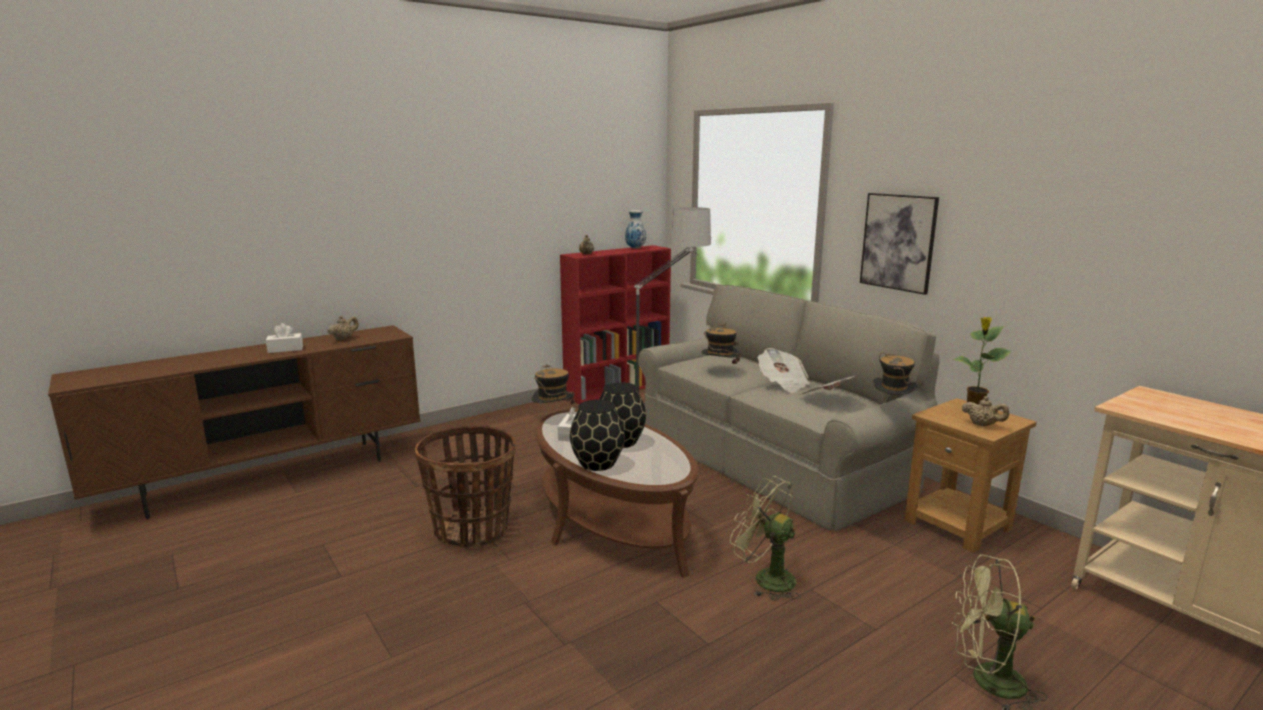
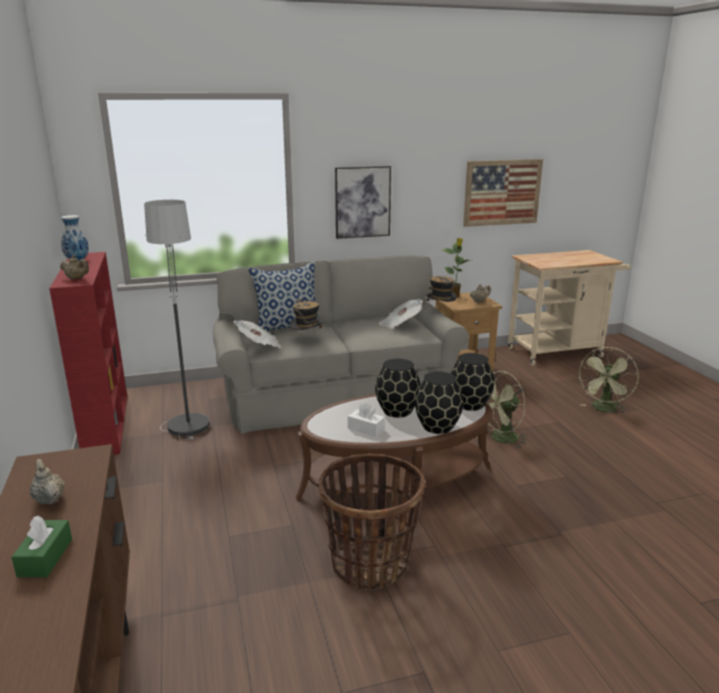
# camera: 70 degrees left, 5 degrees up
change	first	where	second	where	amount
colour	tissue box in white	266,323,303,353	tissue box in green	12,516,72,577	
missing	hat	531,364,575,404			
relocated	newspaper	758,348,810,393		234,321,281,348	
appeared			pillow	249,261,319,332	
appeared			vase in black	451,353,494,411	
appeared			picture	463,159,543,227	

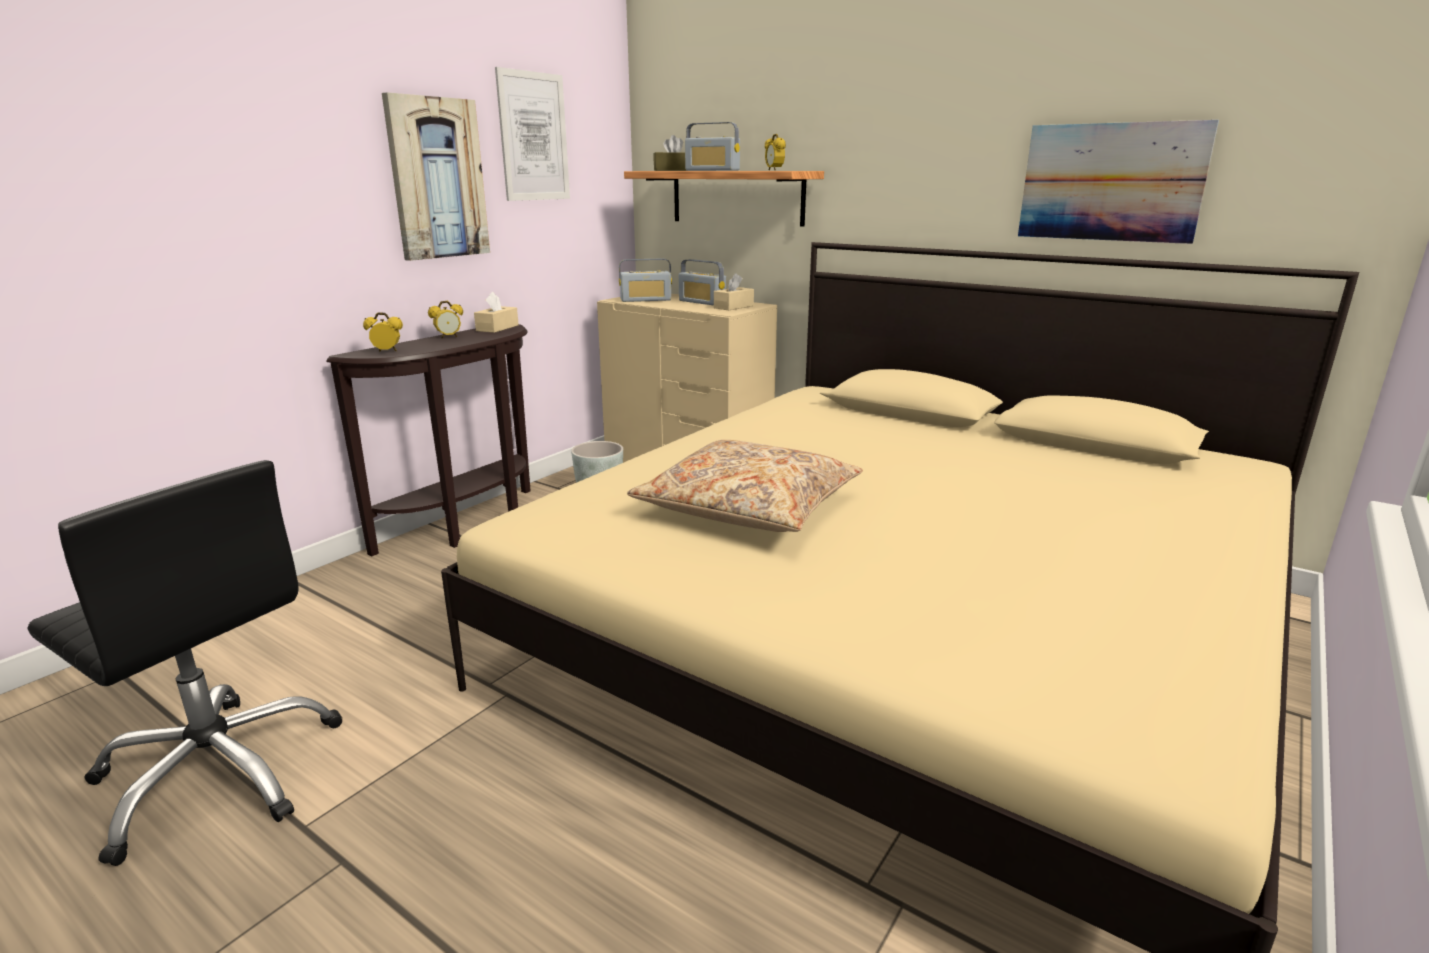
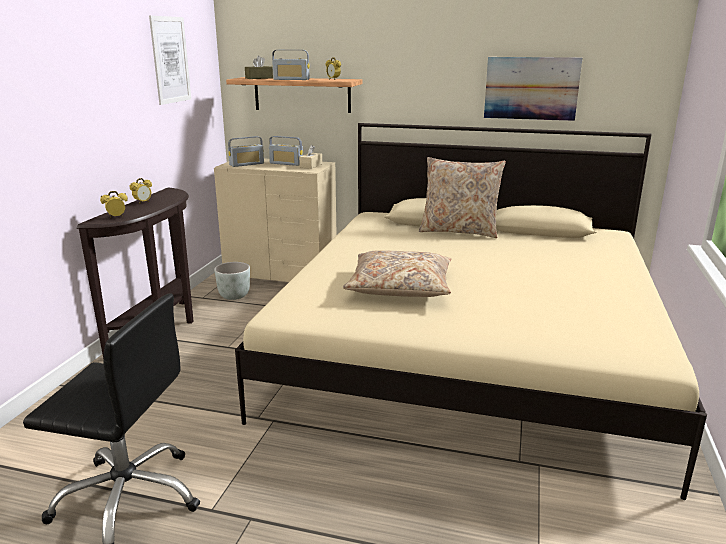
# camera: 20 degrees left, 0 degrees up
change	first	where	second	where	amount
missing	picture	382,92,490,261			
missing	tissue box in beige	474,292,519,333			
appeared			pillow in beige	419,157,506,238	

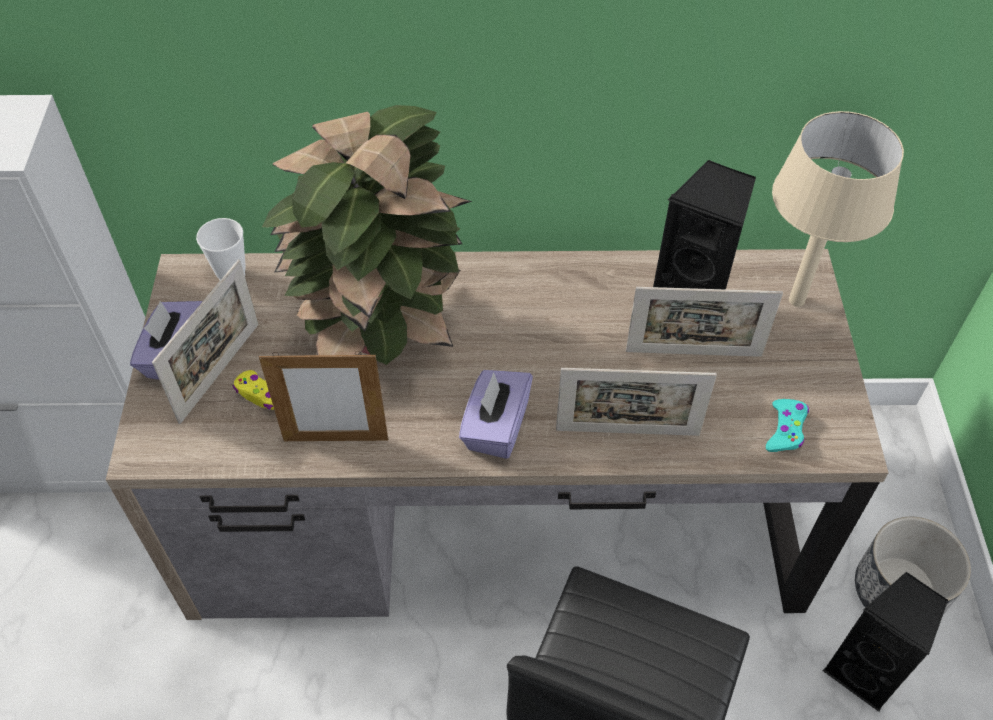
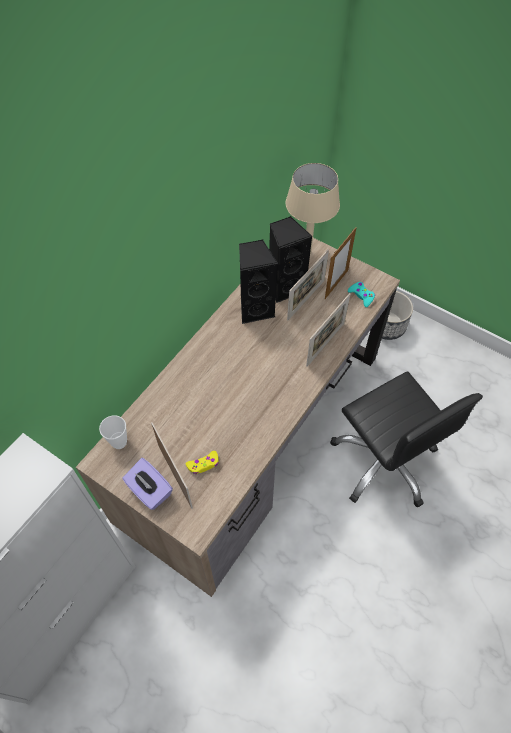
# camera: 55 degrees left, 5 degrees up
change	first	where	second	where	amount
relocated	picture frame	259,351,388,441		325,227,357,299	
missing	potted plant	262,105,472,365			
missing	tissue box in purple	459,370,533,459			
relocated	speaker in black	822,572,948,712		239,240,278,324	

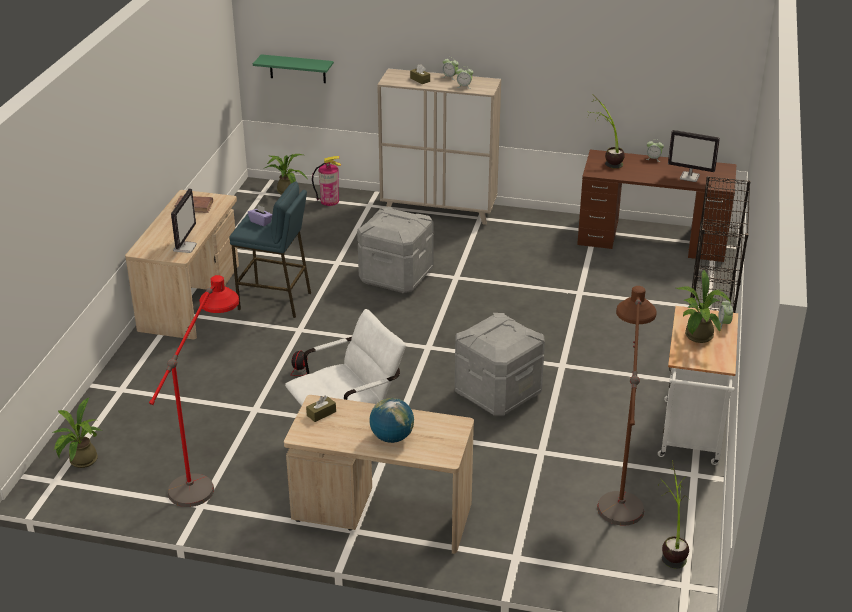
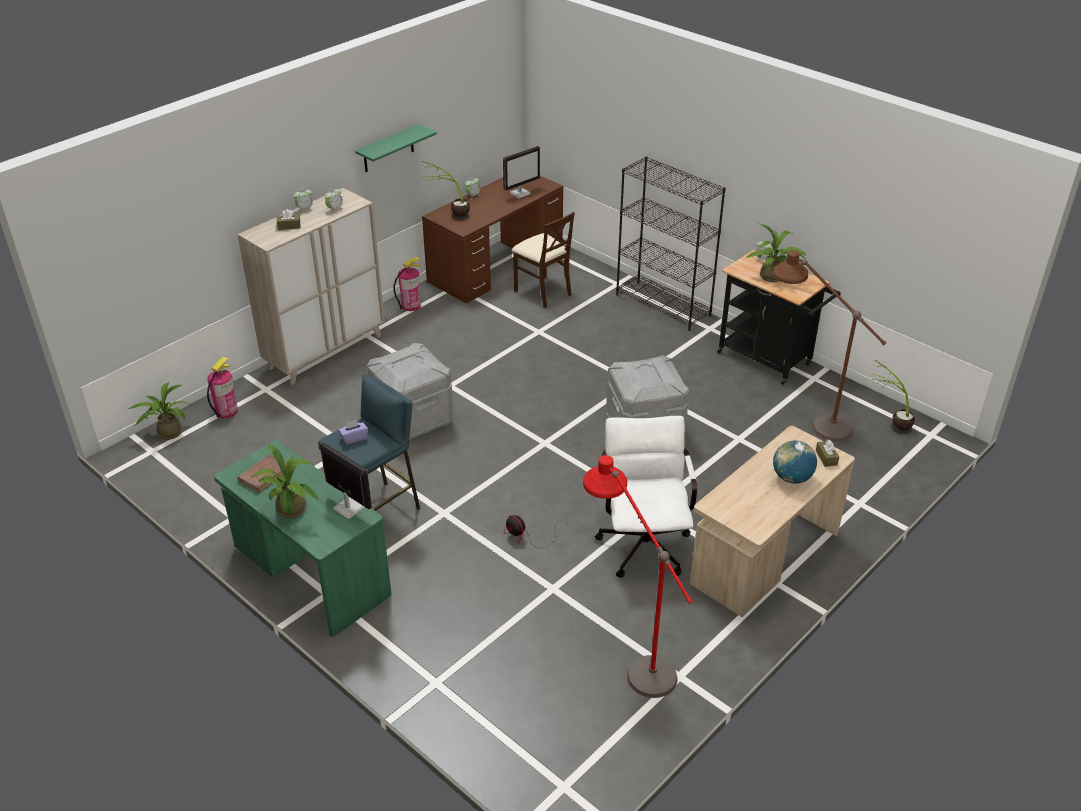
# camera: 60 degrees left, 5 degrees up
change	first	where	second	where	amount
relocated	potted plant	53,397,102,468		251,444,318,518	
colour	desk in beige	125,190,239,339	desk in green	214,440,392,637	
relocated	shelf in green	253,54,334,83		355,124,437,172	
relocated	tissue box in brown	306,395,336,422		816,439,839,467	
colour	cart in white	658,306,738,465	cart in black	717,250,841,385	
appeared			fire extinguisher	393,257,421,311	
appeared			chair in beige	512,212,575,308	

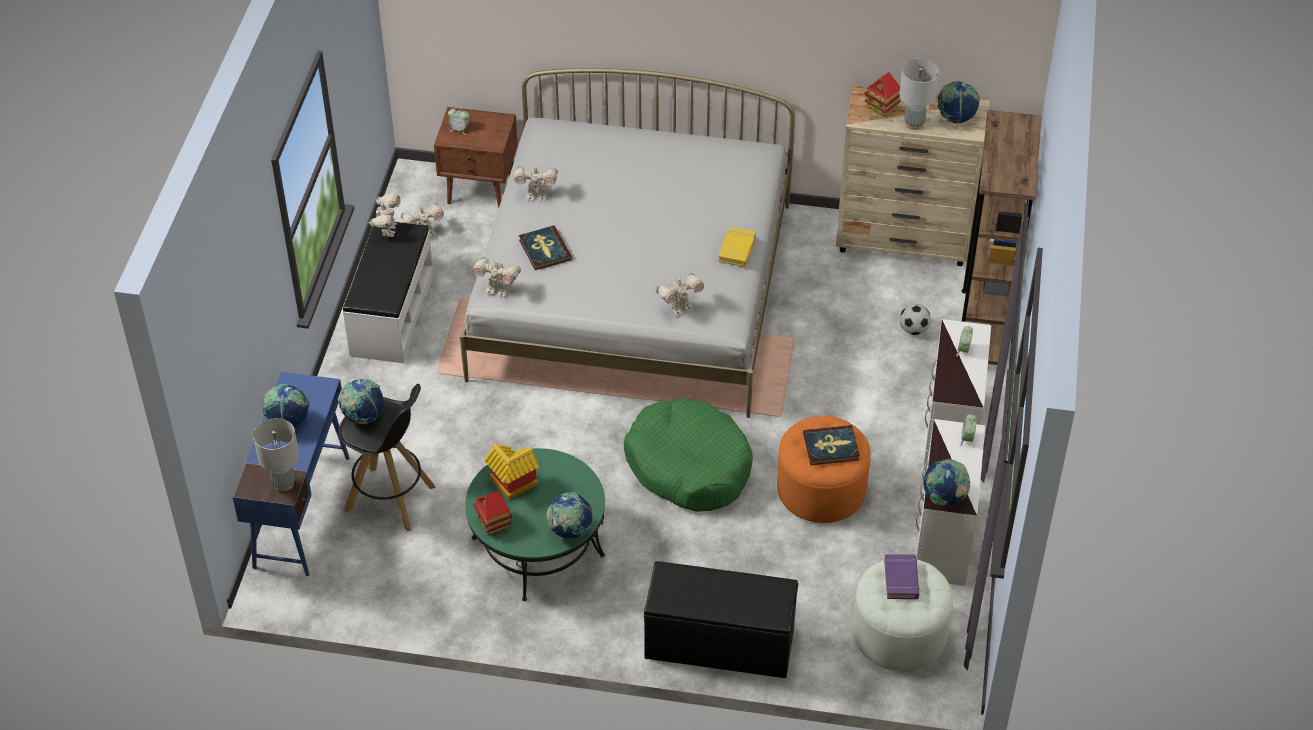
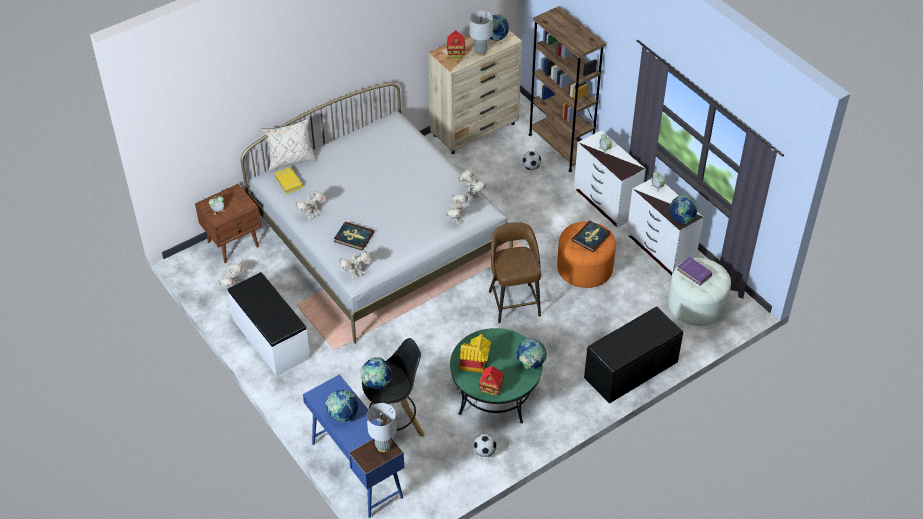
# camera: 45 degrees left, 0 degrees up
change	first	where	second	where	amount
relocated	toy robot	369,194,401,237		458,169,486,198	
exchanged	dog bed in green	624,398,753,512	stool in brown	489,222,541,323	
relocated	book in yellow	718,227,756,267		274,167,303,194	
appeared			pillow in beige	262,118,317,171	
appeared			football	473,434,497,457	

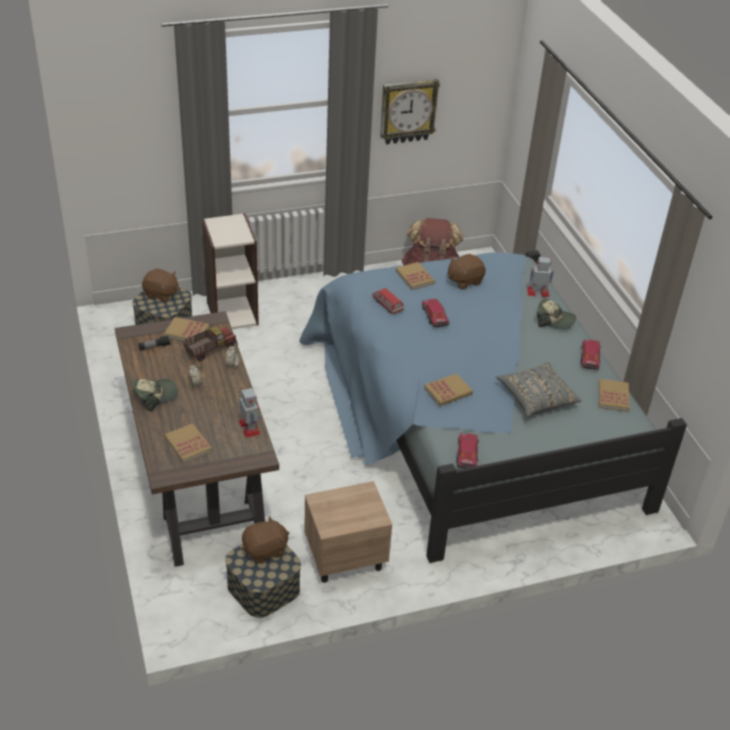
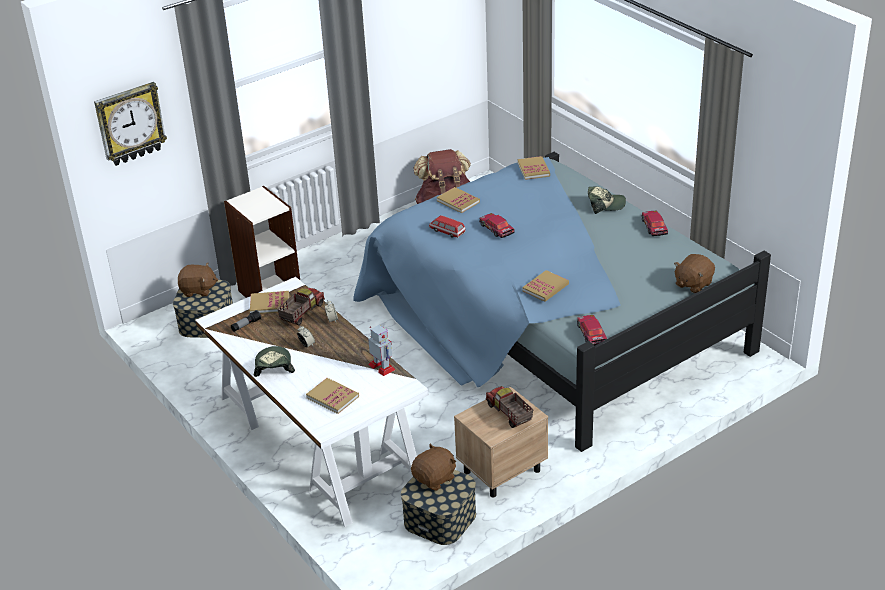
# camera: 15 degrees left, 5 degrees down
change	first	where	second	where	amount
colour	desk in brown	115,311,279,567	desk in white	195,277,429,527	
spun	cap	130,379,178,412		254,346,295,377	45 degrees counterclockwise
relocated	wall clock	380,79,440,144		94,82,167,166	
relocated	plush toy in brown	448,254,486,290		674,254,715,294	
missing	pillow in grey	496,362,581,417			
missing	toy robot	527,257,554,297			
relocated	book	599,379,630,412		517,156,550,180	
appeared			toy truck	486,386,533,428	

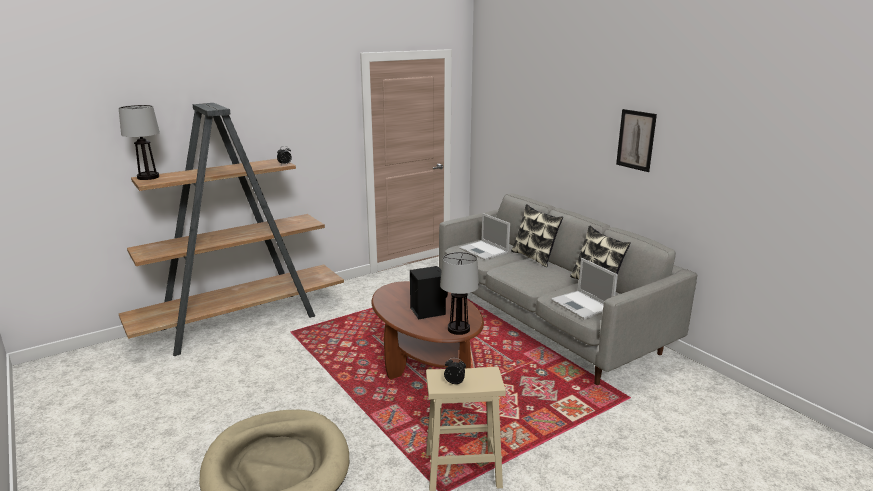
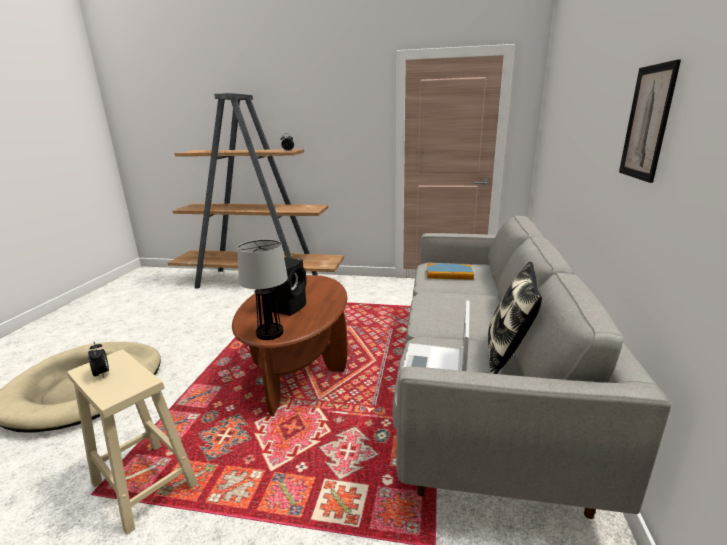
# camera: 45 degrees right, 0 degrees up
change	first	where	second	where	amount
missing	table lamp	119,105,160,180			
exchanged	laptop	459,213,510,260	book	427,264,474,280	
missing	pillow	511,204,563,267			

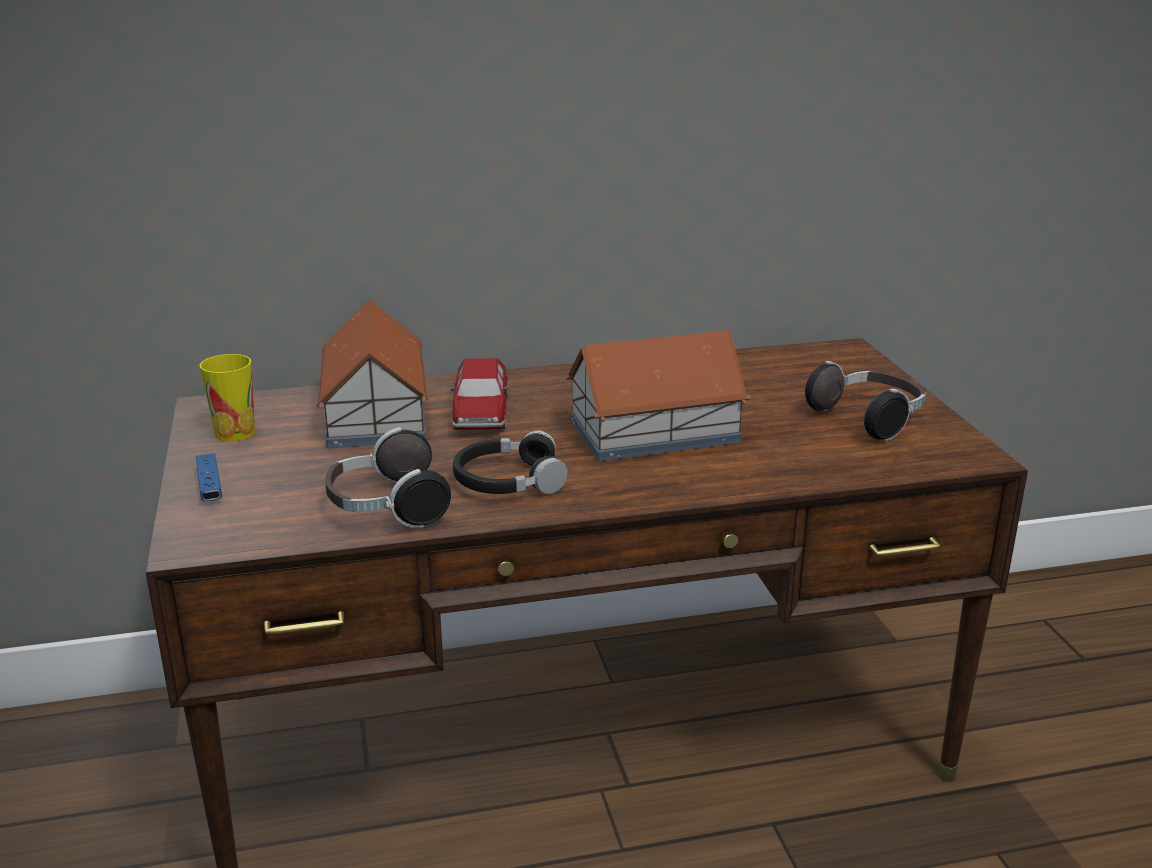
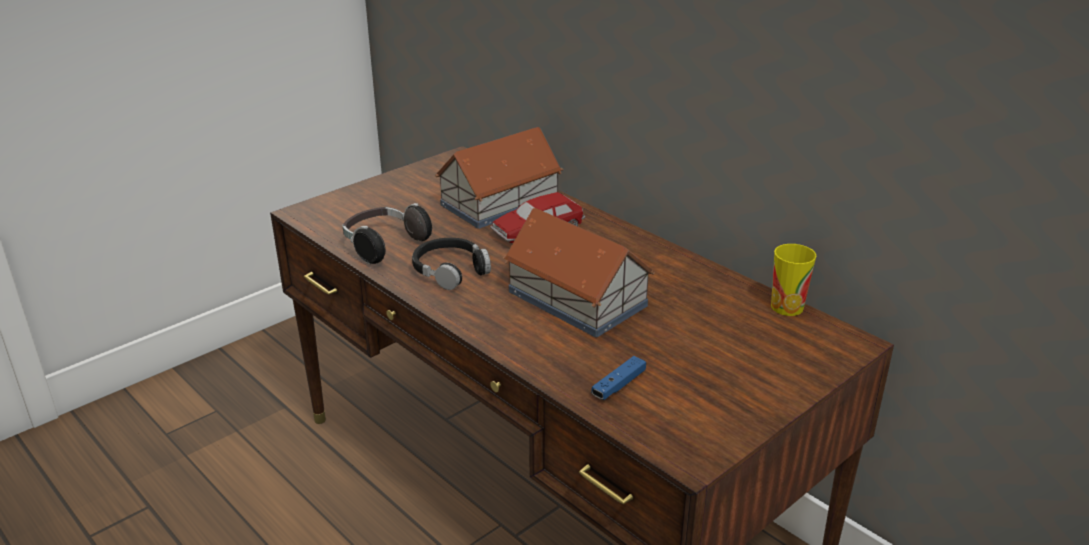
# camera: 60 degrees right, 5 degrees up
change	first	where	second	where	amount
relocated	game controller in blue	196,453,222,501		591,356,646,400	
relocated	cup	200,354,255,442		771,244,817,316	
missing	headphones	805,361,926,442			

